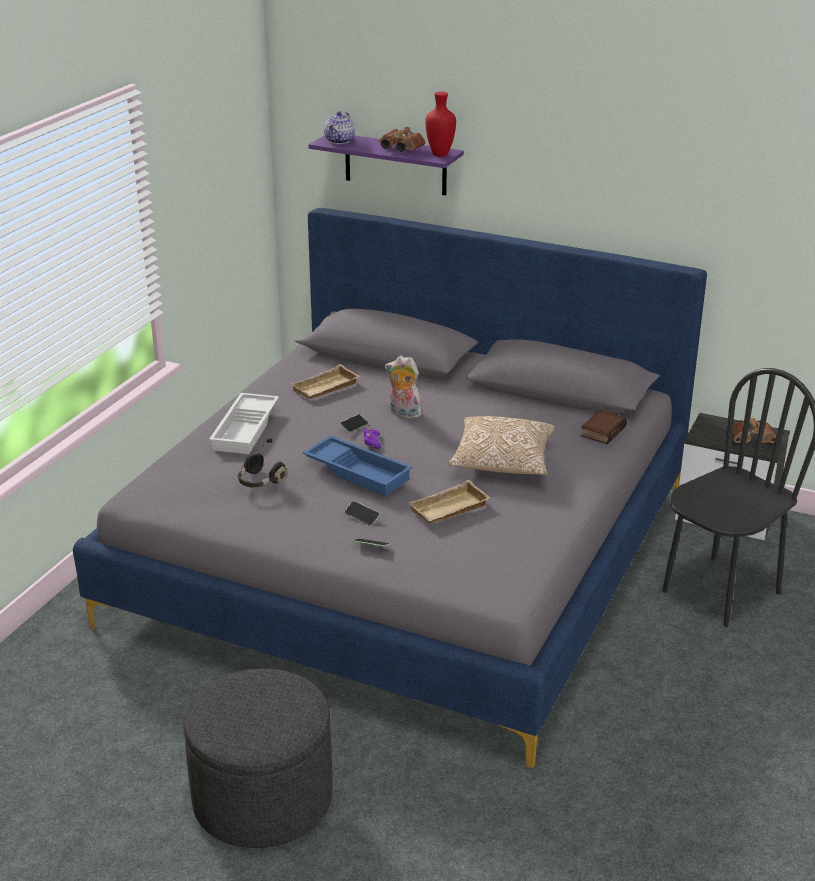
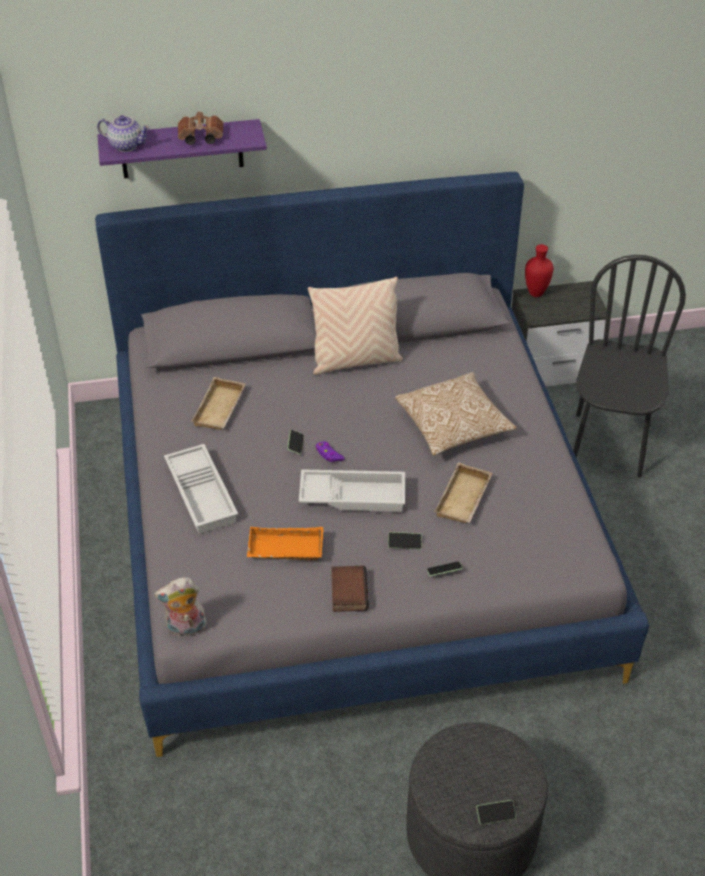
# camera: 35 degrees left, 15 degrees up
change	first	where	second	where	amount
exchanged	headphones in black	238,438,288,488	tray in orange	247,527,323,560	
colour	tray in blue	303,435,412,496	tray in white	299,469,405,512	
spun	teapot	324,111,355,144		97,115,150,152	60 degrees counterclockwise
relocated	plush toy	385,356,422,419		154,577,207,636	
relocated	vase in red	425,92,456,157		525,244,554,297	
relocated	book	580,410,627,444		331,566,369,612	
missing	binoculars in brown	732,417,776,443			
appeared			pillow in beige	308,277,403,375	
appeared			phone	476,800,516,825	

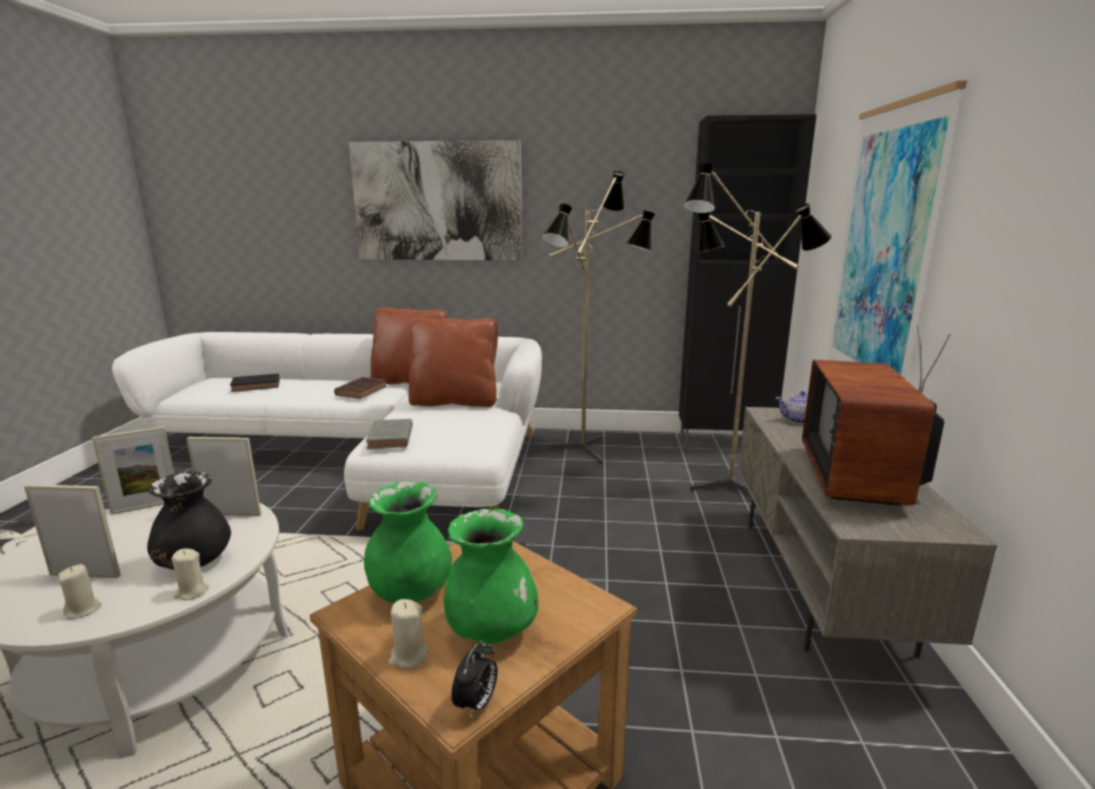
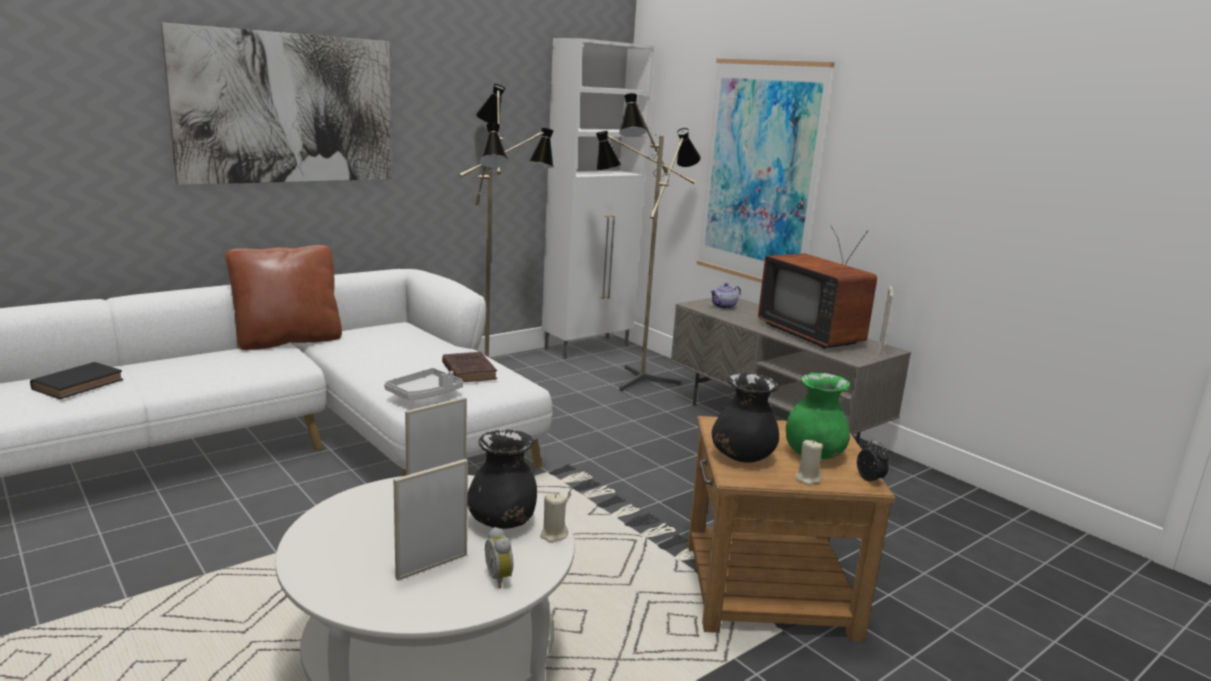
# camera: 45 degrees left, 0 degrees up
change	first	where	second	where	amount
exchanged	candle in beige	58,564,102,619	alarm clock	485,527,513,588	
relocated	picture frame	92,427,174,515		879,286,893,356	
relocated	book in brown	334,377,387,399		442,352,497,382	
colour	vase in green	364,481,452,603	vase in black	712,373,779,463	
exchanged	book in grey	366,419,413,449	tray in grey	384,368,463,400	
missing	pillow in brown	408,318,498,407			
colour	cabinet in black	679,114,817,447	cabinet in white	542,38,655,359	

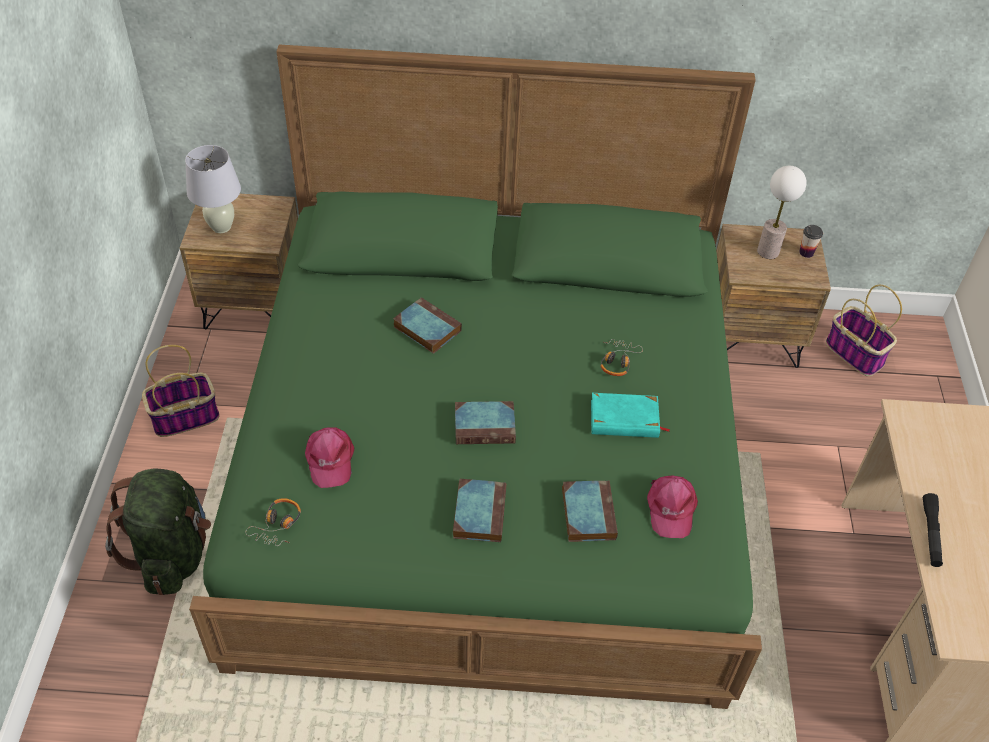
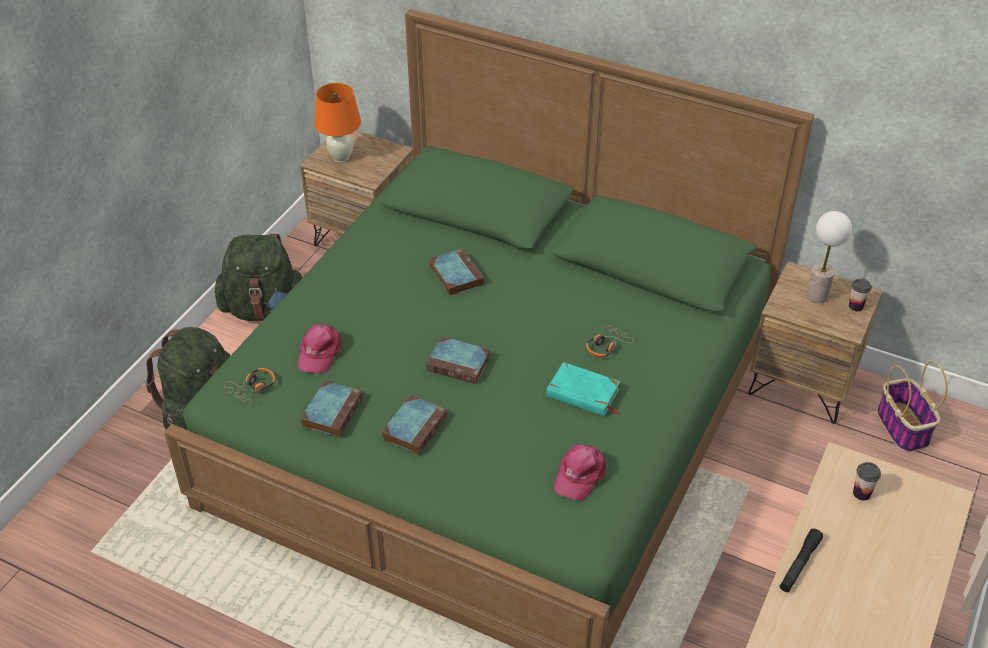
# camera: 25 degrees right, 5 degrees down
change	first	where	second	where	amount
exchanged	basket	142,345,220,437	backpack in green	215,234,303,322	
colour	table lamp in white	185,145,241,233	table lamp in orange	314,83,361,162	
relocated	book	562,480,618,542		300,380,363,437	
appeared			cup	853,462,881,500	

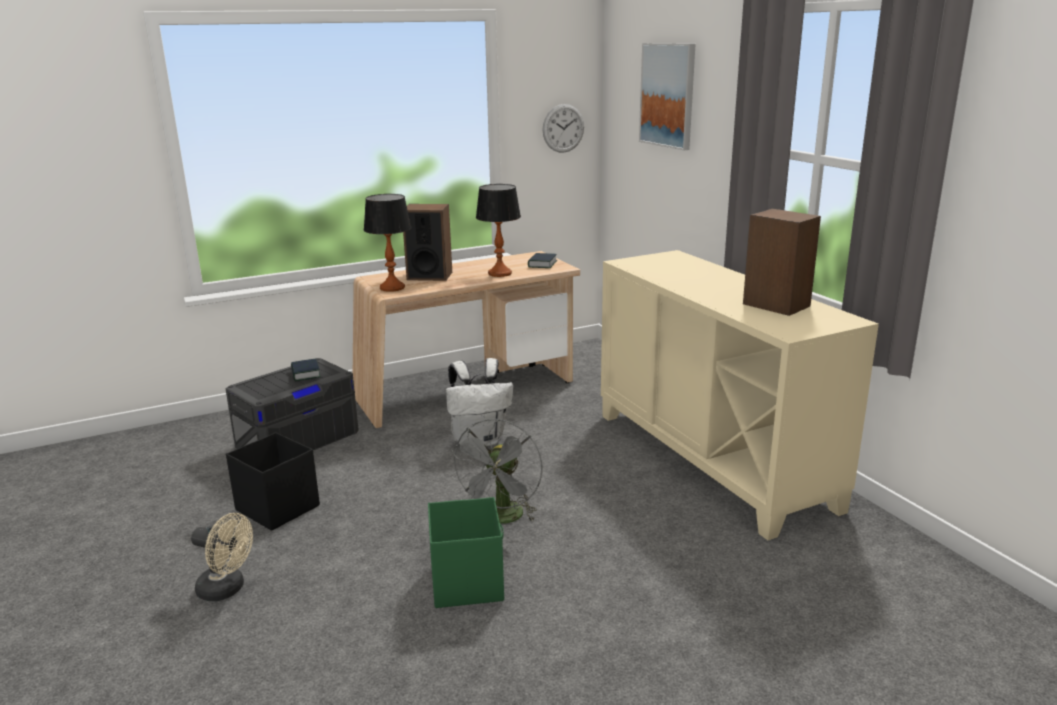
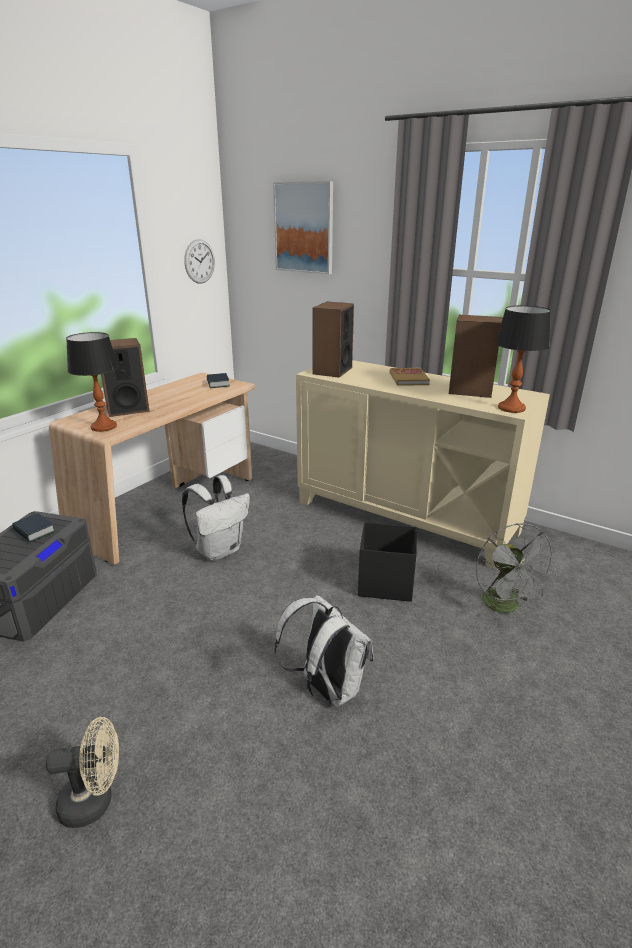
# camera: 30 degrees left, 5 degrees up
change	first	where	second	where	amount
relocated	storage box in black	226,432,320,531		358,522,417,602	
exchanged	storage box in green	428,497,504,608	backpack in white	274,595,373,707	
relocated	fan in grey	450,419,542,523		476,523,560,616	
relocated	table lamp	476,184,521,277		495,306,551,413	
appeared			speaker	312,302,354,378	
appeared			book	390,368,430,386	

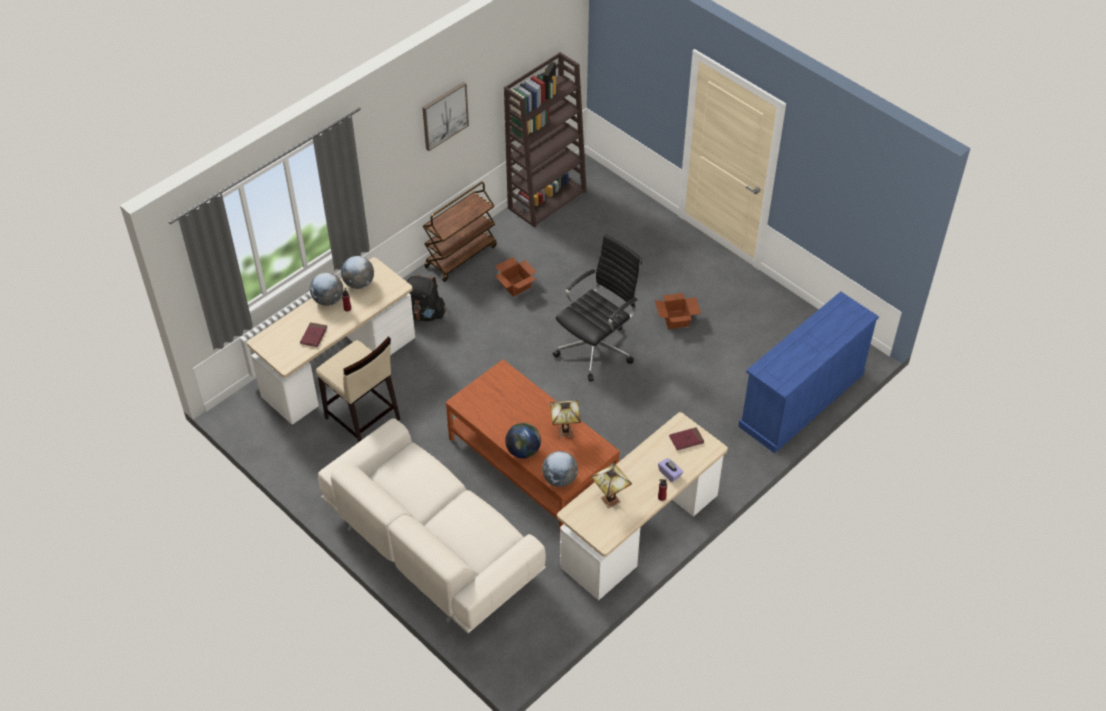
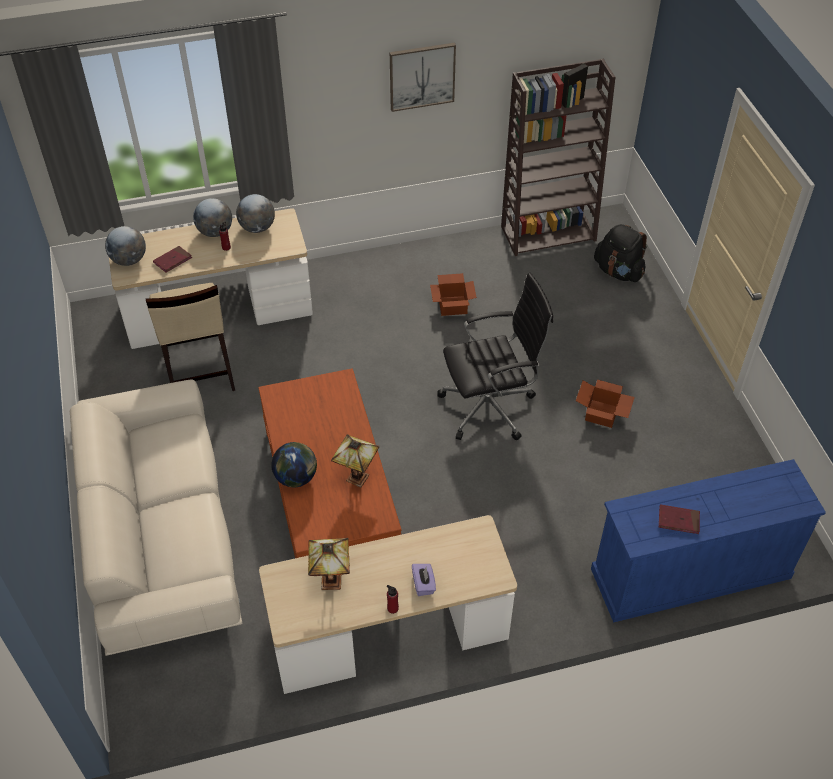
# camera: 30 degrees right, 0 degrees up
change	first	where	second	where	amount
relocated	backpack in black	407,275,446,321		594,224,647,282	
missing	cart in brown	423,182,497,282			
relocated	globe	542,451,578,487		105,226,146,266	
relocated	book in red	669,427,704,450		659,505,700,534	

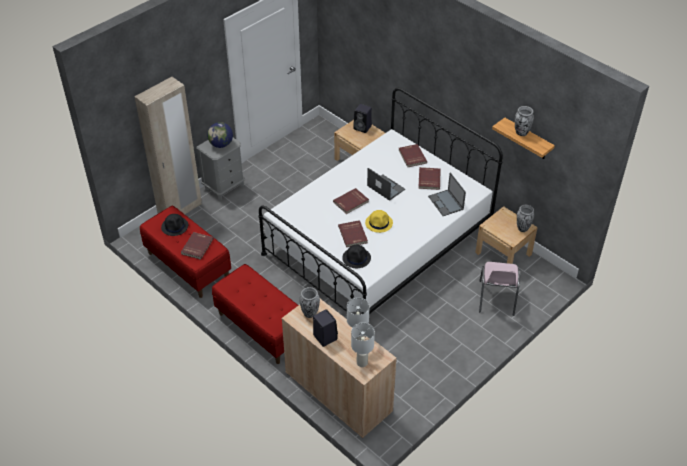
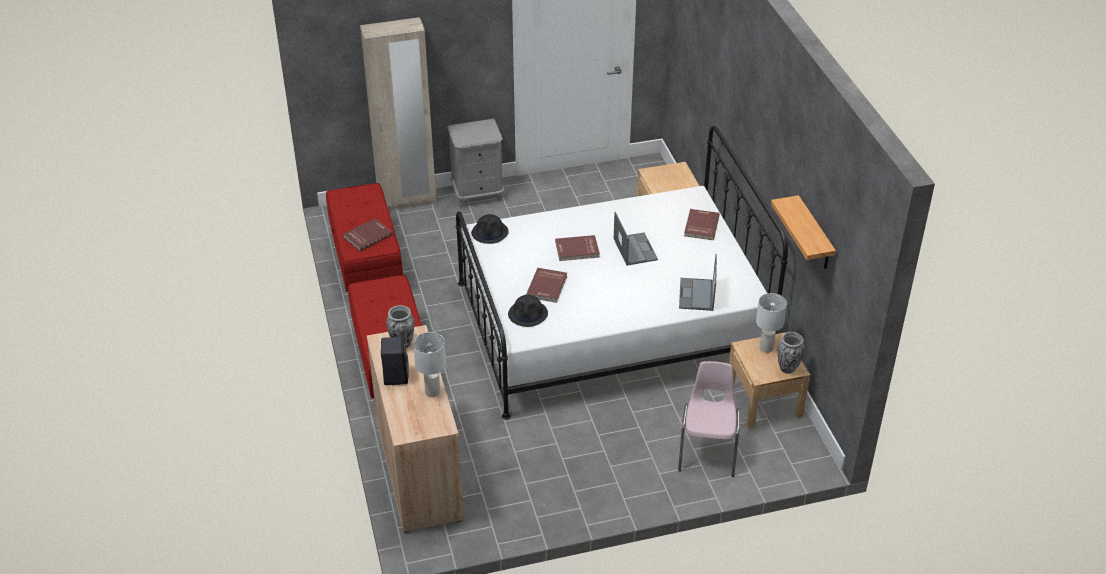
# camera: 30 degrees right, 5 degrees down
change	first	where	second	where	amount
relocated	hat in black	161,214,188,236		471,214,509,244	
missing	globe	207,122,233,148			
relocated	table lamp in white	351,323,375,367		756,293,787,353	
missing	speaker in black	353,104,372,133			
missing	hat in yellow	365,210,393,233			
missing	book in red	418,167,441,190			
spun	chair in pink	479,262,520,316		678,361,740,477	150 degrees clockwise
missing	vase	515,106,534,136			

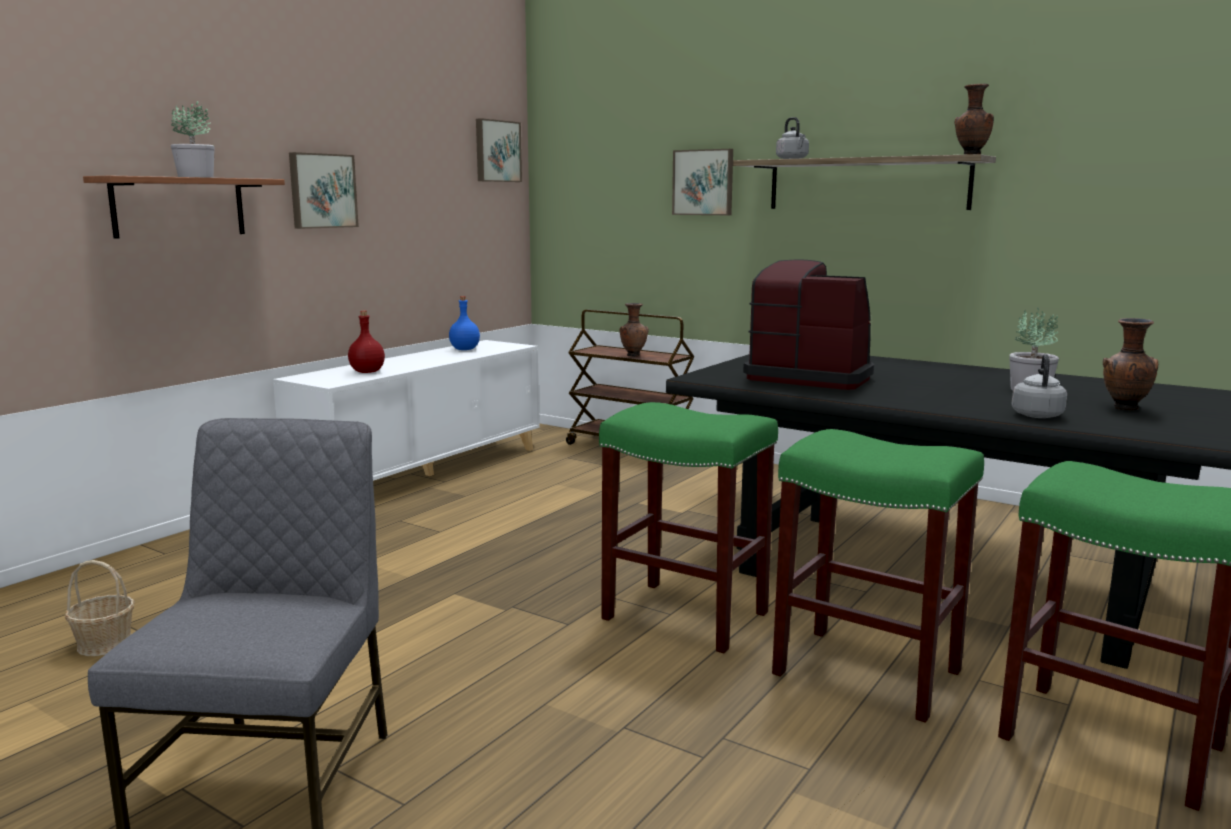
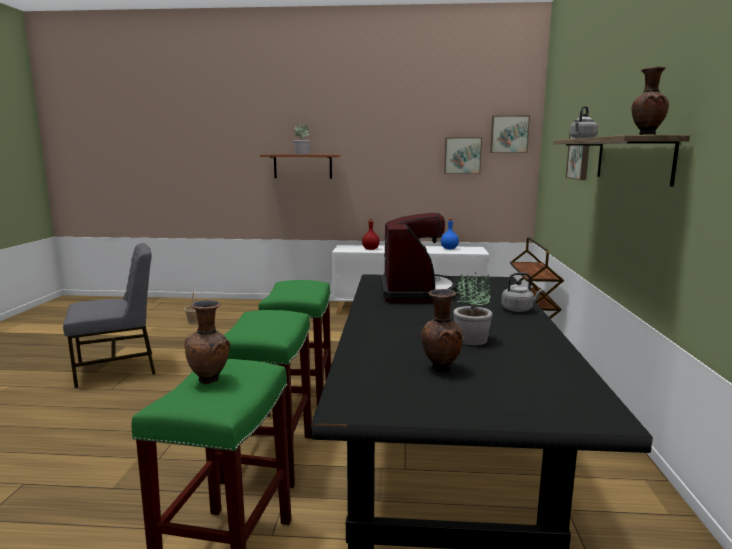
# camera: 60 degrees right, 0 degrees up
change	first	where	second	where	amount
relocated	picture	289,152,359,229		444,138,482,174	
relocated	vase in brown	620,303,649,357		184,300,230,385	
relocated	kettle in grey	1011,354,1067,418		501,272,543,312	

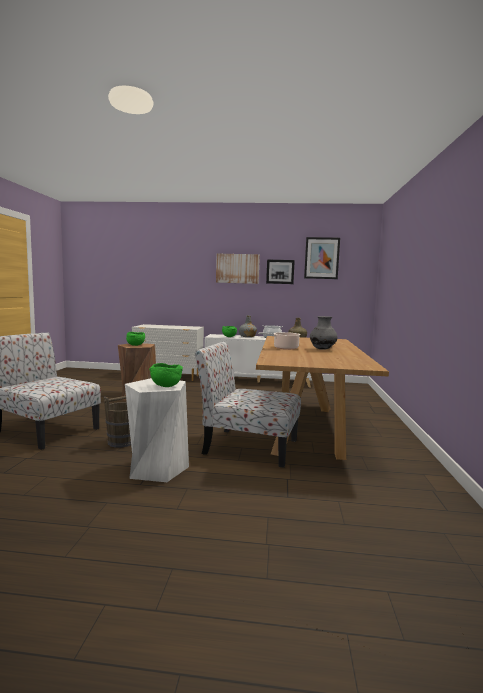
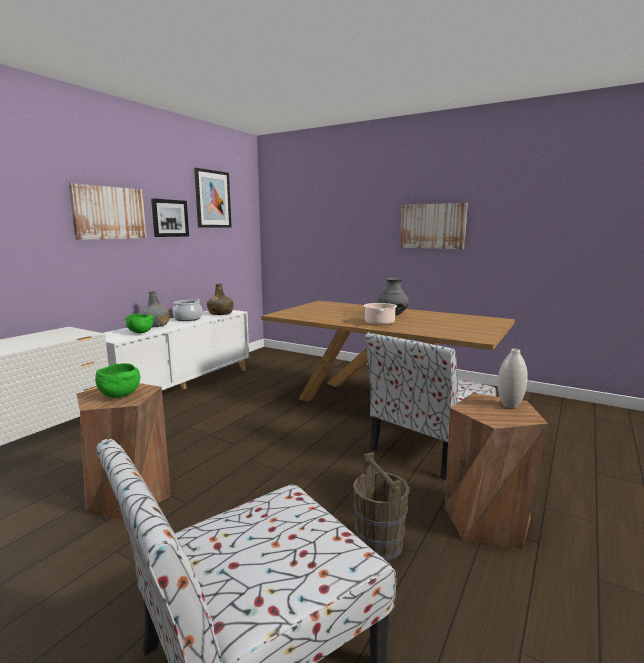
# camera: 65 degrees left, 5 degrees up
change	first	where	second	where	amount
colour	stool in white	125,378,189,482	stool in brown	445,393,548,550	
exchanged	bowl in green	149,363,183,387	vase in white	498,349,528,408	
appeared			picture	400,203,468,249	

